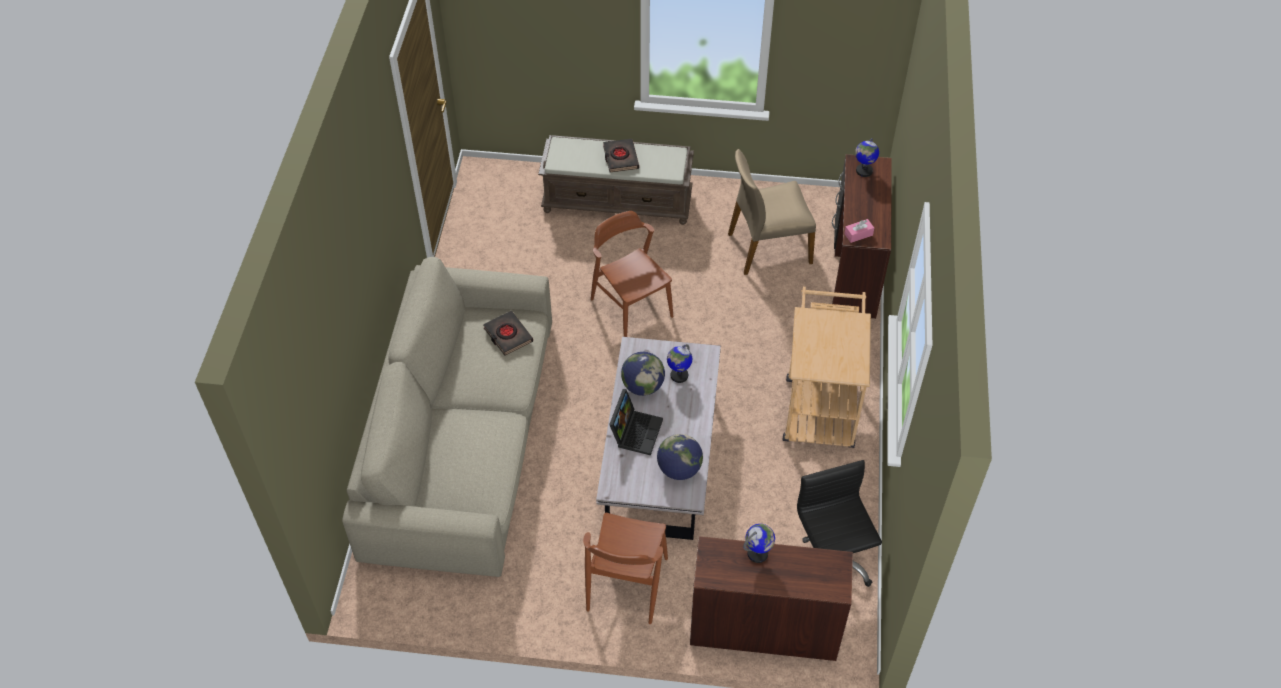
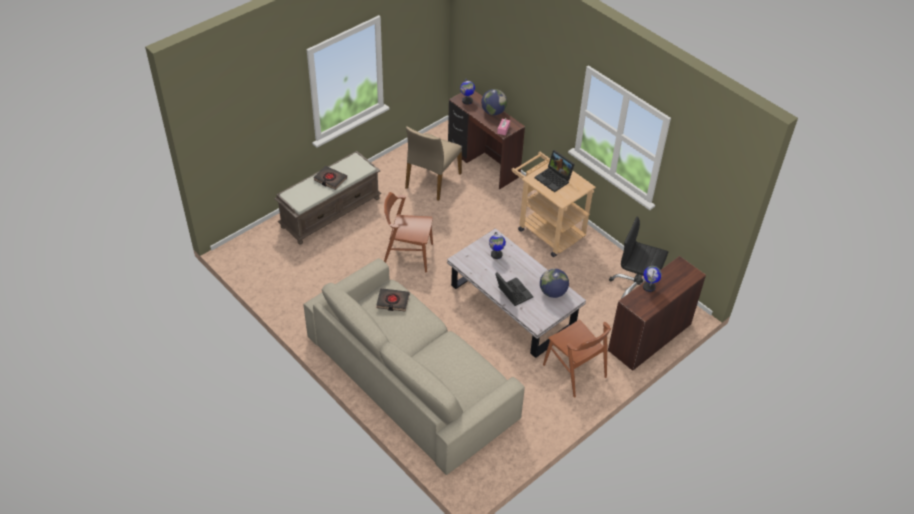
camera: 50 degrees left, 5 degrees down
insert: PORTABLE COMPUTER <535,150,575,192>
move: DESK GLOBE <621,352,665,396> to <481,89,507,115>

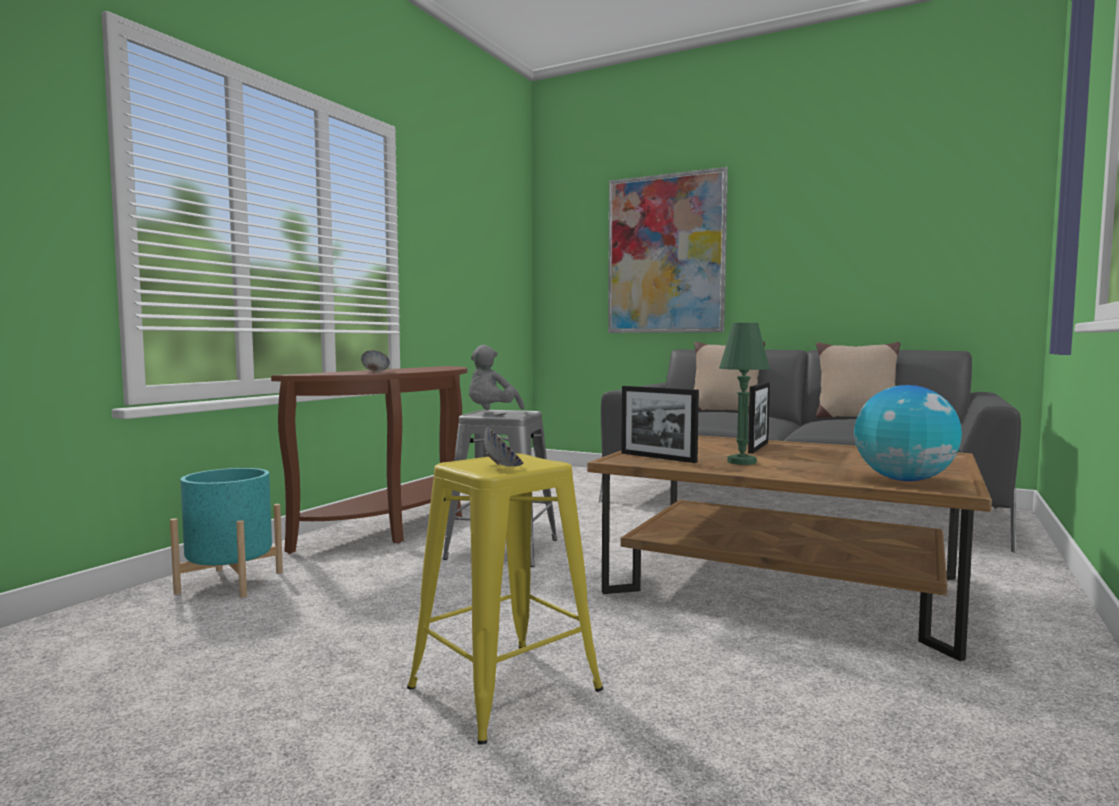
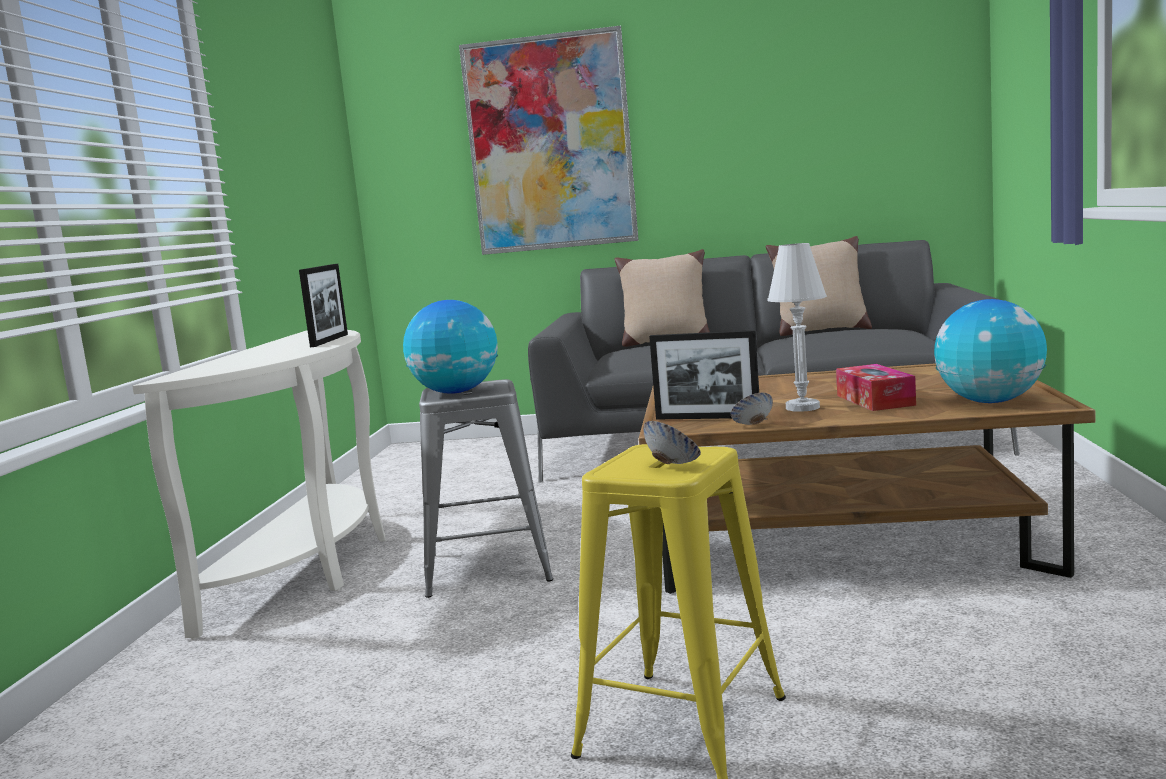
camera: 20 degrees left, 5 degrees up
delete: TURQUOISE-COLOURED PLANTER <170,468,283,598>
insert: TISSUE HOLDER <836,364,916,411>
move: STANDING FRAME <748,382,770,454> to <299,264,348,347>; SERVING BOWL <361,350,390,372> to <731,393,773,425>
replace: GRAY SOFT TOY <469,345,525,410> to DESK GLOBE <403,300,498,394>
recolor: BROWNISH CONSOLE TABLE <271,366,467,554> to WHITISH CONSOLE TABLE <132,330,386,640>; GREENISH LAMP FOR A TABLE <719,323,770,465> to WHITISH LAMP FOR A TABLE <767,243,827,412>

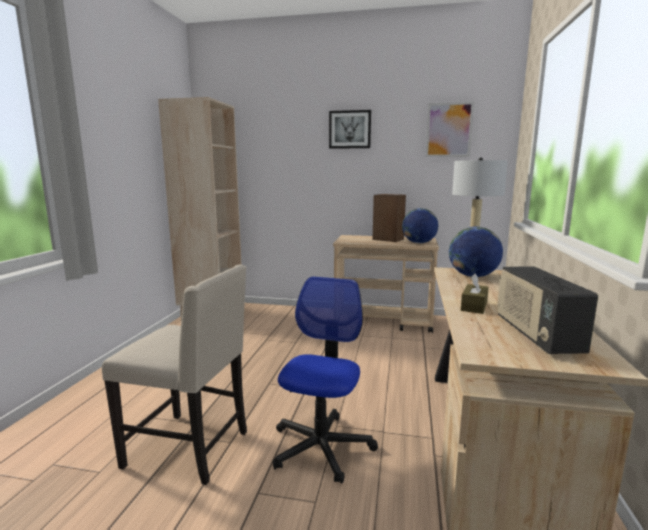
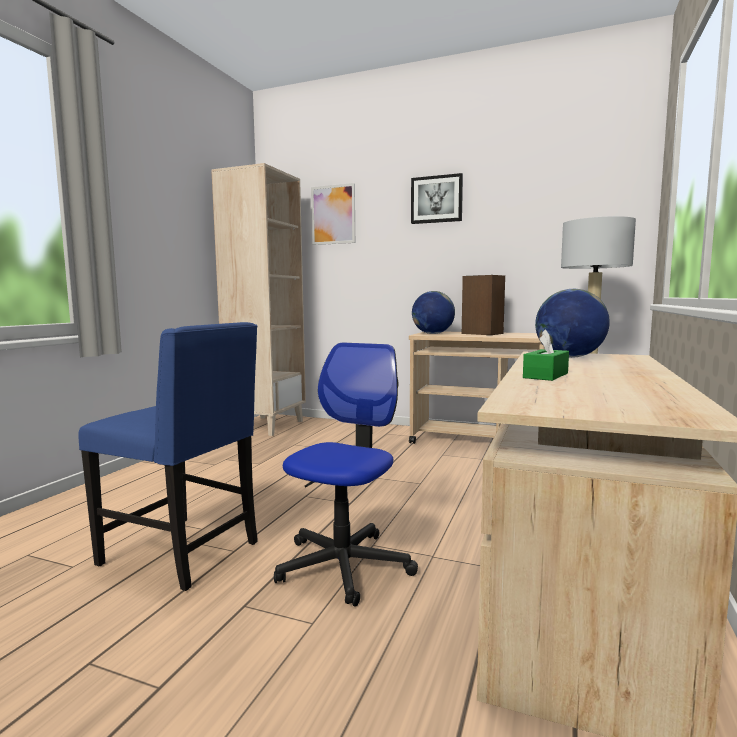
camera: 10 degrees right, 5 degrees down
delete: RADIO SET <497,267,598,354>
move: WALL ART <425,102,474,157> to <311,183,355,245>; DESK GLOBE <402,208,438,244> to <412,291,455,334>
recolor: BEIGE-COLOURED UPRIGHT CHAIR <102,264,247,485> to BLUE UPRIGHT CHAIR <78,322,257,591>; BROWNISH TISSUE HOLDER <461,274,489,314> to GREENISH TISSUE HOLDER <523,330,569,381>

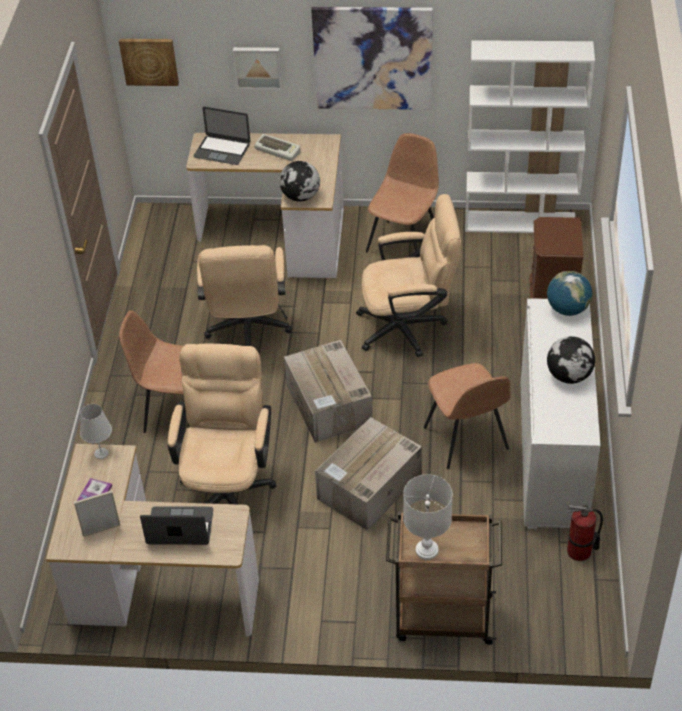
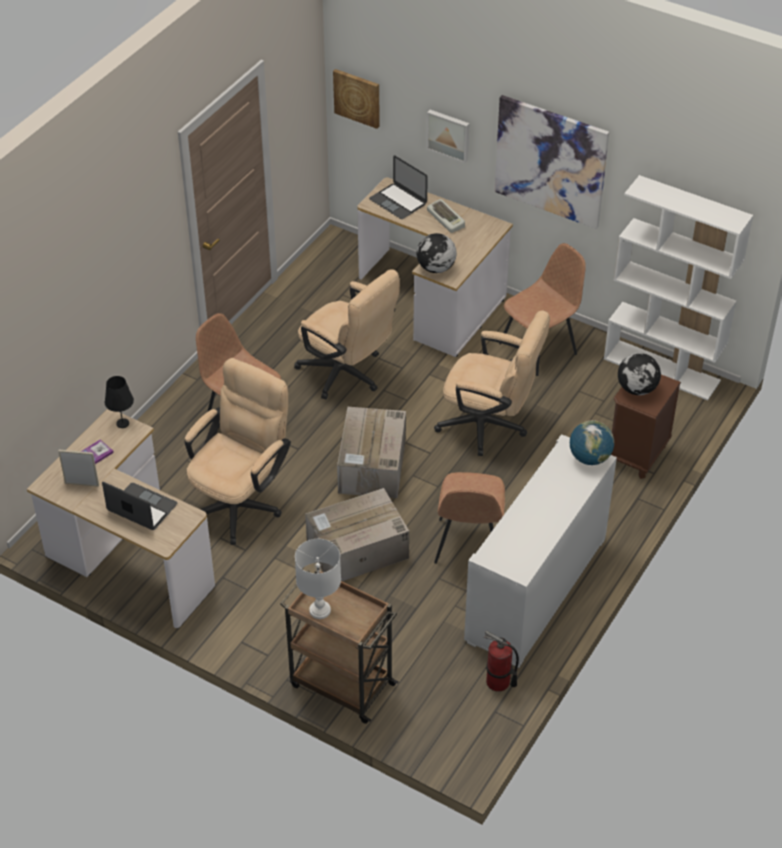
camera: 25 degrees right, 0 degrees up
move: DESK GLOBE <547,336,595,384> to <618,353,661,395>
recolor: WHITISH LAMP FOR A TABLE <80,404,112,459> to BLACK-COLOURED LAMP FOR A TABLE <105,376,134,428>
rotate: BEIGE-COLOURED COMPUTER CHAIR <197,245,292,346> = <294,269,400,399> 75 degrees counterclockwise

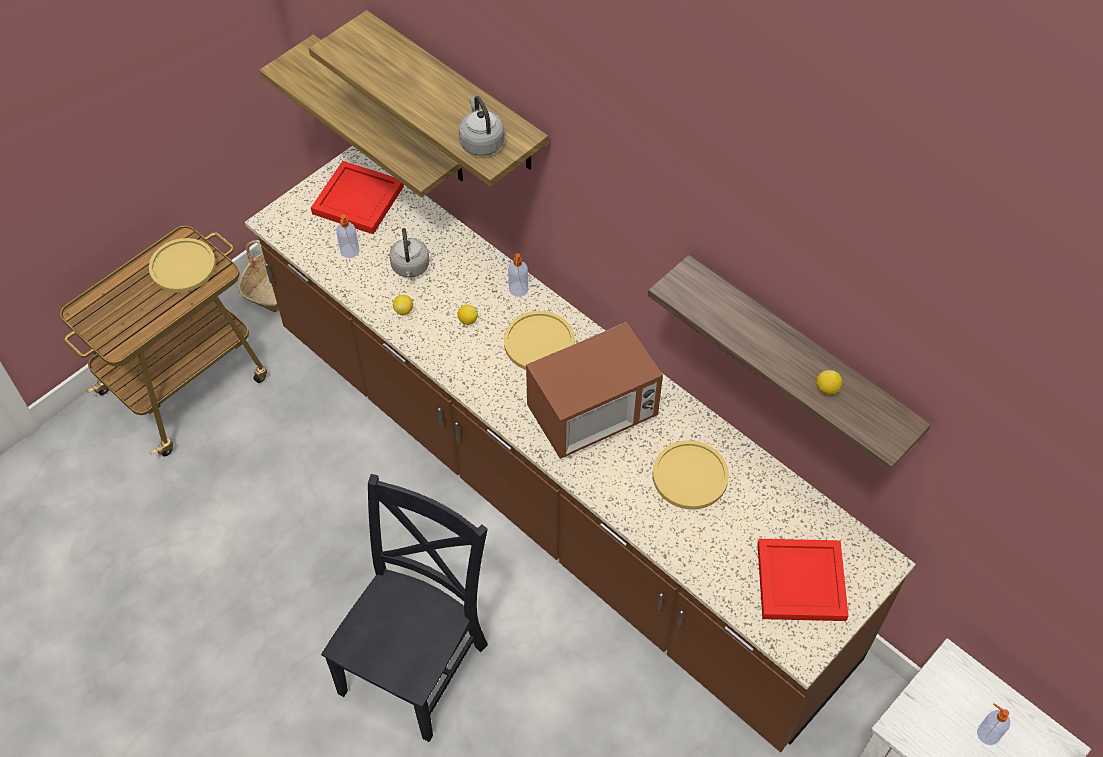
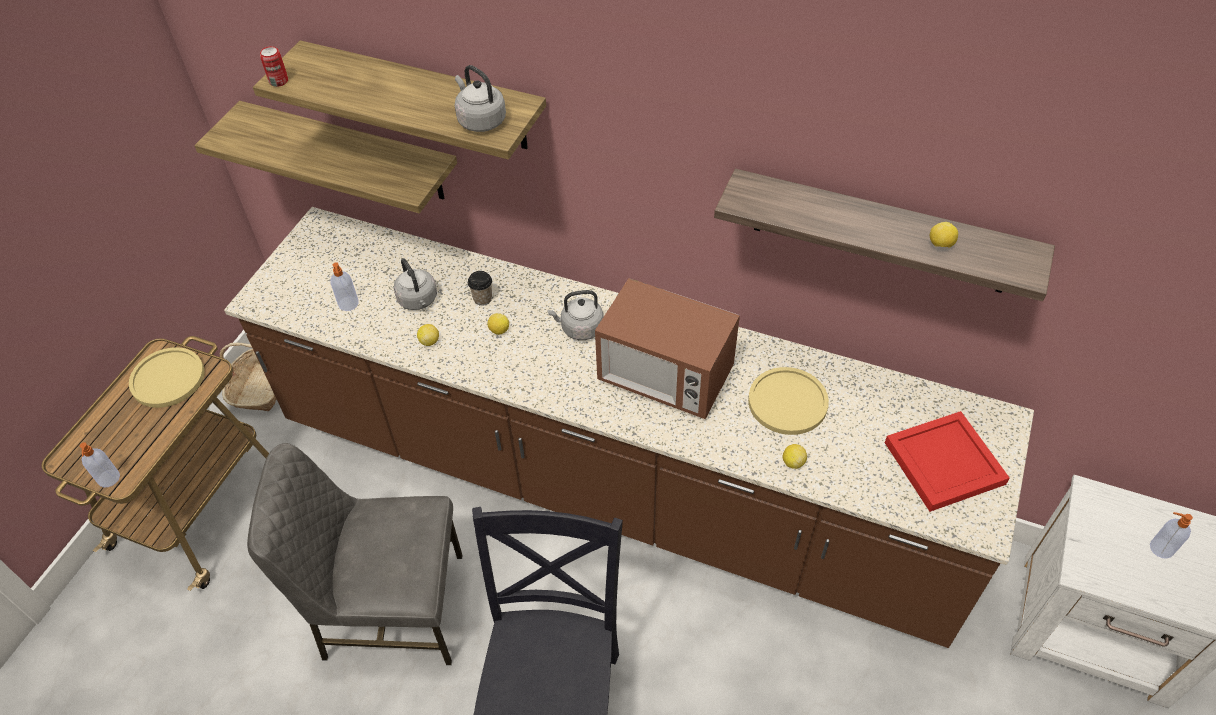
camera: 20 degrees left, 5 degrees down
delete: RED TRAY <311,161,404,234>
insert: GRAY UPRIGHT CHAIR <247,443,462,665>; SEALED CAN <260,46,288,87>; SMALL CUP <468,271,492,306>; LEMON <783,444,807,469>
move: LIQUID SOAP BOTTLE <508,253,528,297> to <80,442,120,488>
replace: YELLOWISH DINNER PLATE <504,311,575,370> to GRAY WATER KETTLE <547,290,604,340>
rotate: KITCHEN MICROWAVE <526,322,663,459> = <595,278,740,419> 75 degrees clockwise

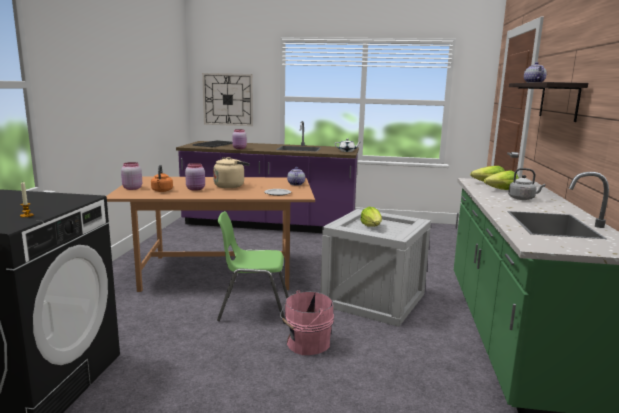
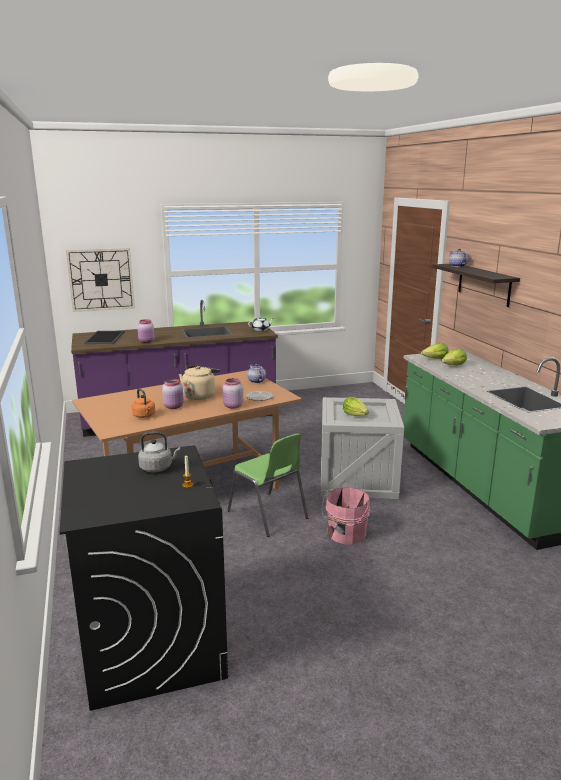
camera: 25 degrees left, 5 degrees up
move: GRAY WATER KETTLE <508,168,546,200> to <138,432,180,472>; PINK-COLOURED JAR <121,162,142,190> to <223,378,243,409>
rotate: GREENISH UPRIGHT CHAIR <217,211,289,324> = <227,433,308,537> 105 degrees counterclockwise

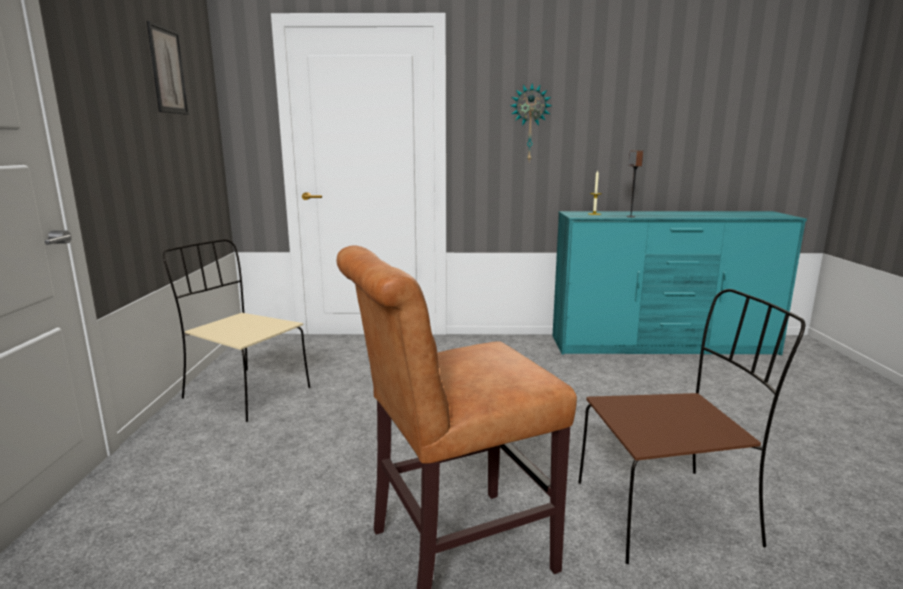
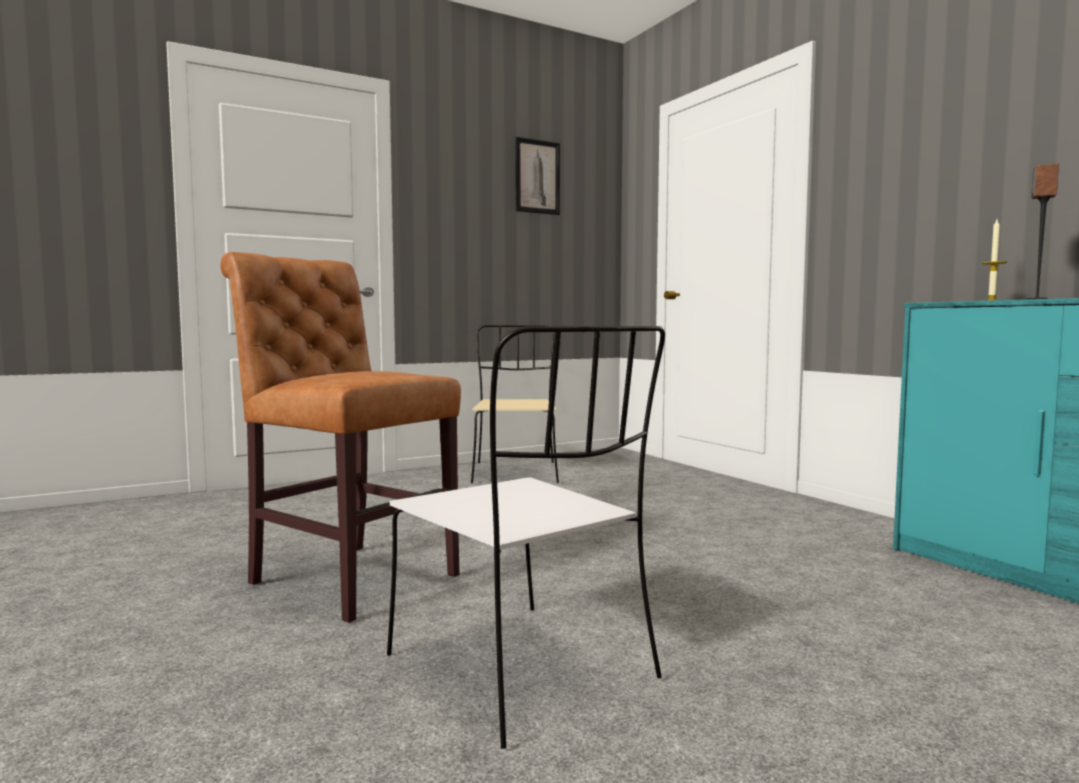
camera: 60 degrees right, 10 degrees down
delete: HANGING CLOCK <510,83,552,161>
recolor: BROWNISH UPRIGHT CHAIR <578,289,805,564> to WHITISH UPRIGHT CHAIR <387,326,665,749>

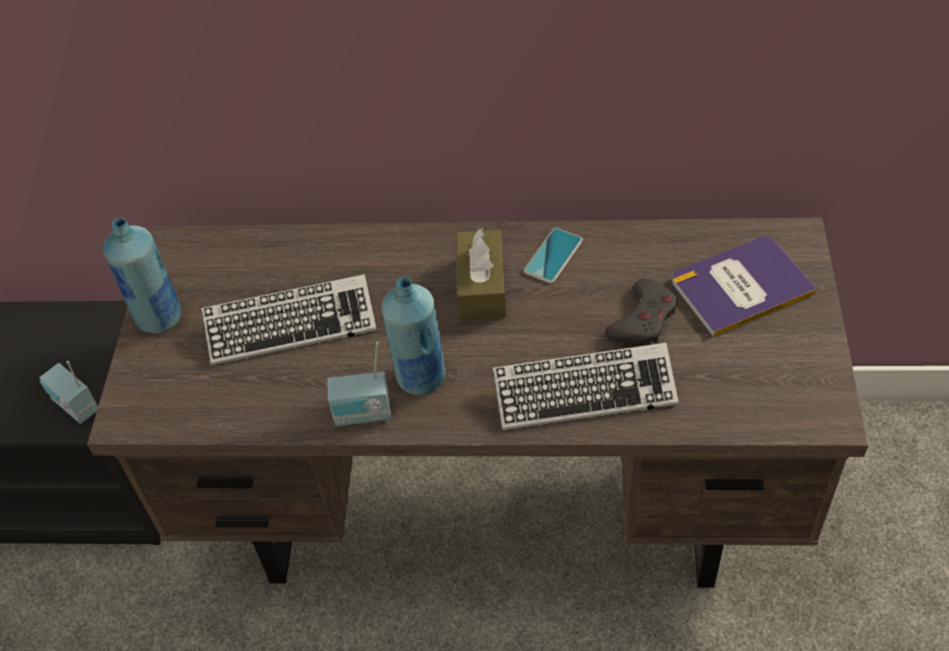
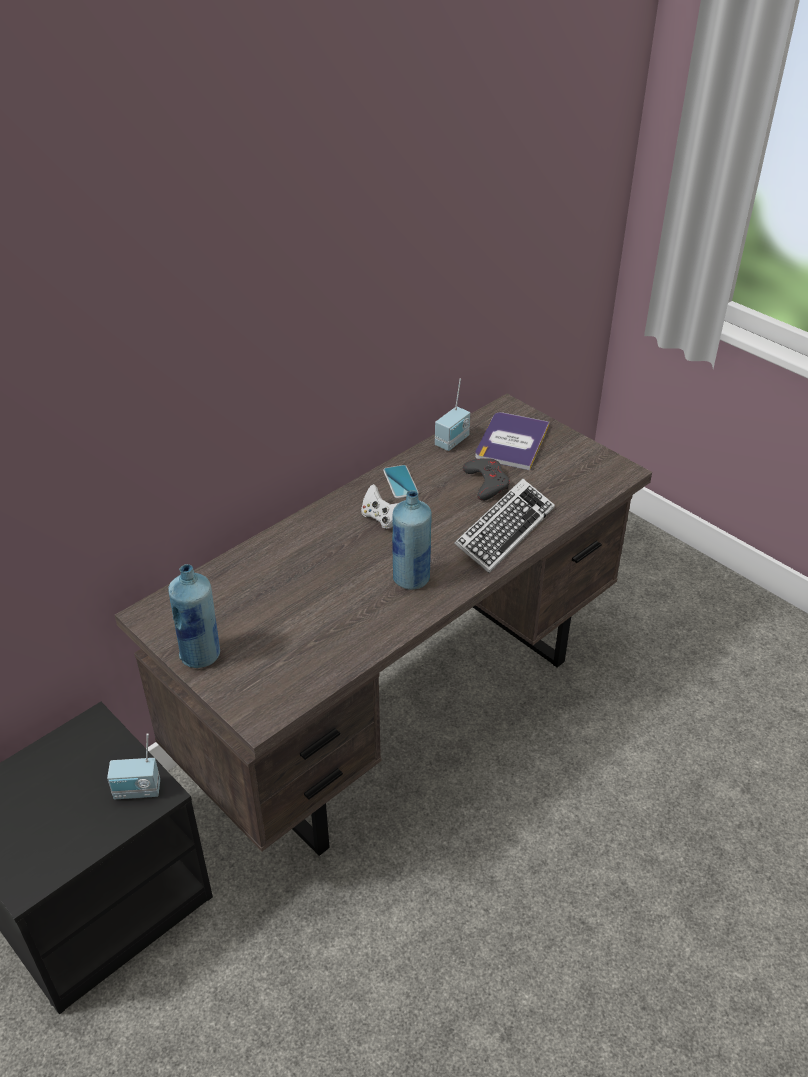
camera: 50 degrees left, 10 degrees down
delete: COMPUTER KEYBOARD <201,274,377,366>
move: RADIO SET <327,341,391,426> to <435,378,470,451>
replace: BROWNISH TISSUE HOLDER <456,228,506,320> to WHITISH GAME CONTROLLER <361,484,398,529>

